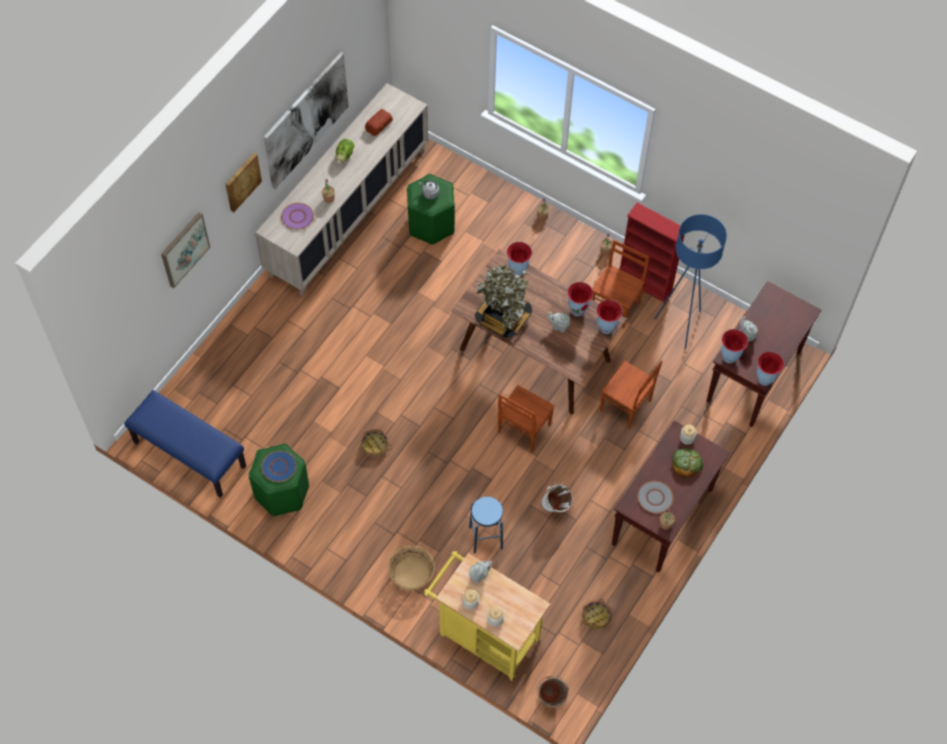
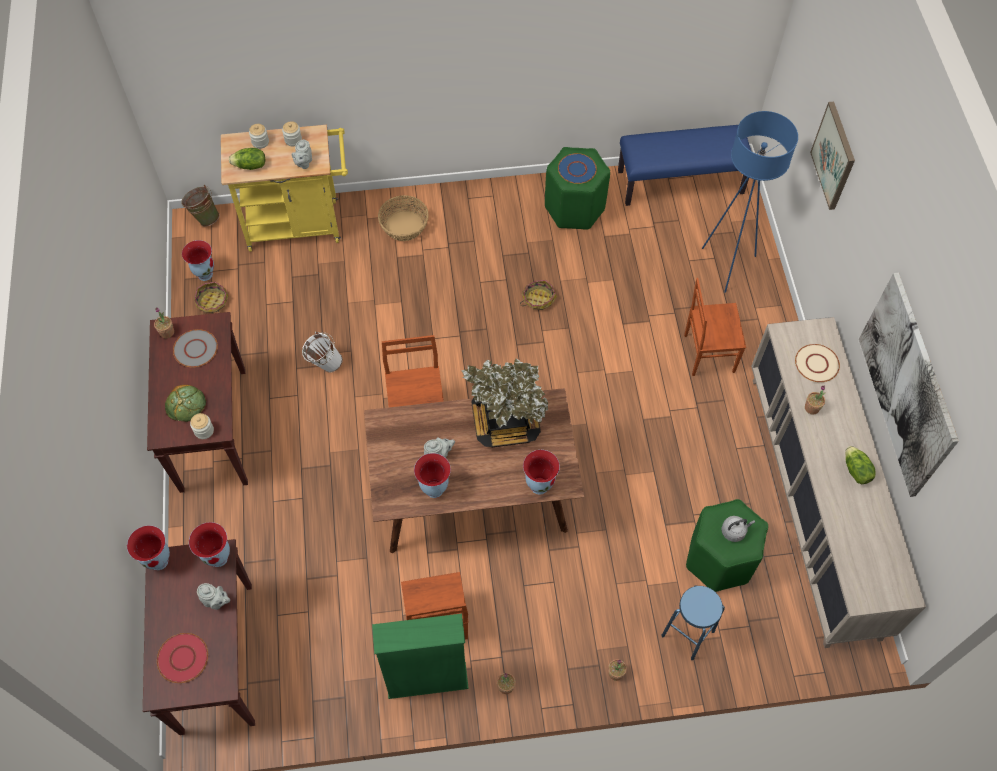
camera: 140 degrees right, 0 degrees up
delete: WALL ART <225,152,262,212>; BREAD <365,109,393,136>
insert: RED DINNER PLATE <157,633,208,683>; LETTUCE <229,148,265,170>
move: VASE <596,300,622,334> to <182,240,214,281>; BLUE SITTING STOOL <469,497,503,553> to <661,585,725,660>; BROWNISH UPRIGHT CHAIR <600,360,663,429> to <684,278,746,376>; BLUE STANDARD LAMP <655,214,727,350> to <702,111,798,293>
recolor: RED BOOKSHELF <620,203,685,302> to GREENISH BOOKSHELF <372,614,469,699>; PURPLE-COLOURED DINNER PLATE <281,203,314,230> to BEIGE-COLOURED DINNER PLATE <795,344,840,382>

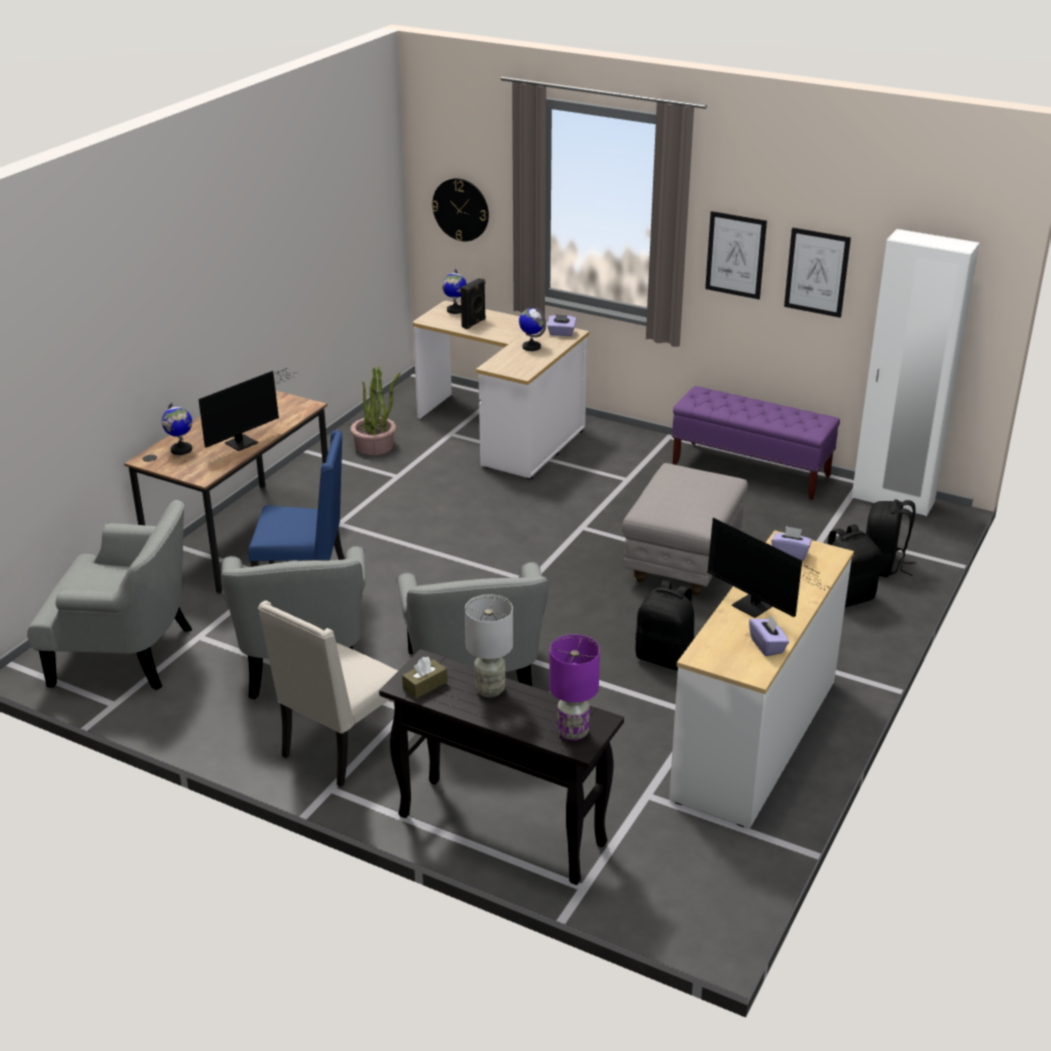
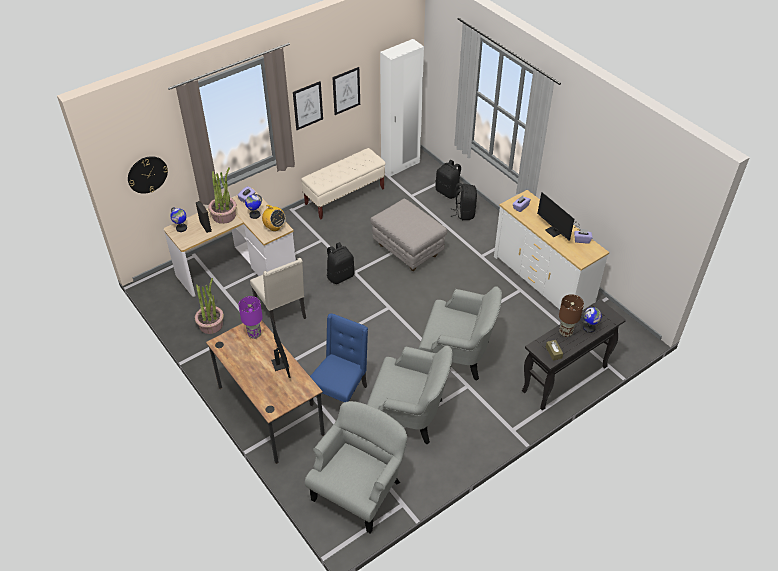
camera: 65 degrees left, 15 degrees up
insert: PLANT IN A POT <208,167,237,224>; RADIO SET <262,205,286,231>
move: PURPLE-COLOURED LAMP FOR A TABLE <549,635,600,741> to <238,296,263,339>; BEIGE-COLOURED UPRIGHT CHAIR <258,600,398,787> to <250,258,306,328>; BLACK-COLOURED BACKPACK <635,580,694,670> to <327,242,354,284>; DESK GLOBE <162,402,192,455> to <581,307,602,333>
recolor: PURPLE-COLOURED BENCH <672,386,840,500> to BEIGE-COLOURED BENCH <301,148,385,220>; GRAY LAMP FOR A TABLE <465,595,513,698> to BROWNISH LAMP FOR A TABLE <559,294,584,337>
rotate: COMPUTER DISPLAY <707,517,830,618> = <537,192,581,240> 75 degrees clockwise

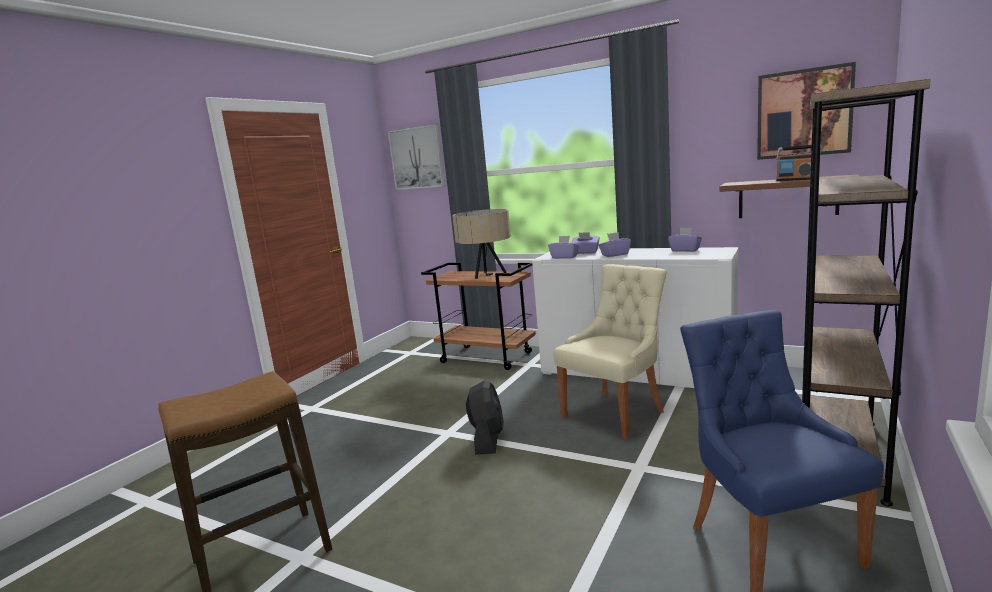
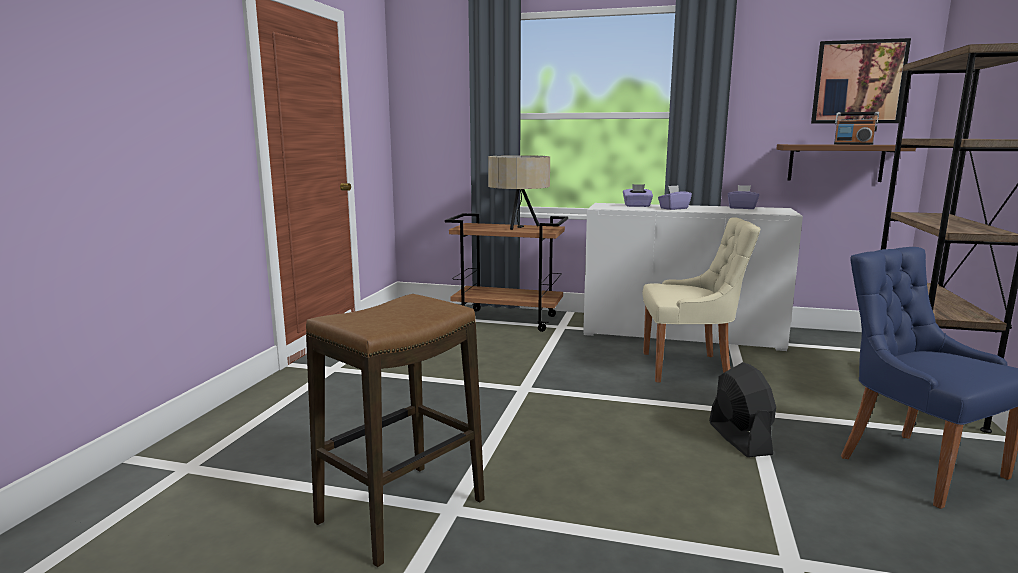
camera: 15 degrees left, 0 degrees up
delete: WALL ART <388,125,445,190>; PURPLE-COLOURED TISSUE HOLDER <548,236,579,259>
move: BLACK-COLOURED ELECTRIC FAN <466,380,504,454> to <709,362,776,457>
rotate: BEIGE-COLOURED UPRIGHT CHAIR <554,264,667,440> = <643,217,761,382> 60 degrees clockwise

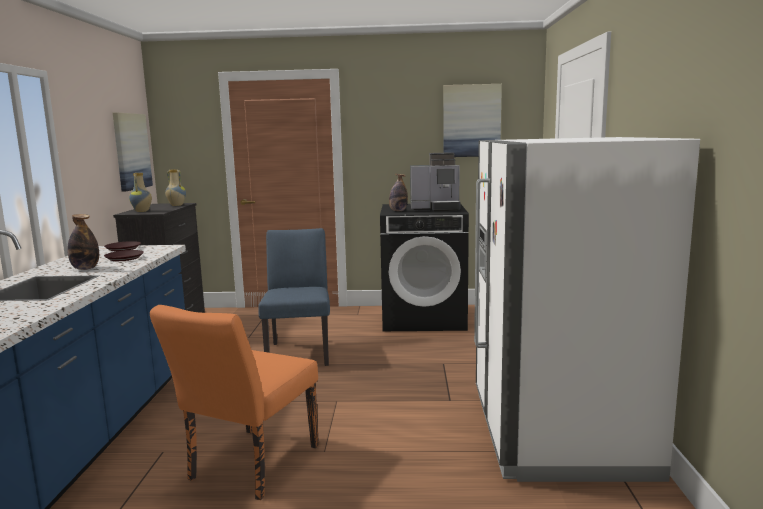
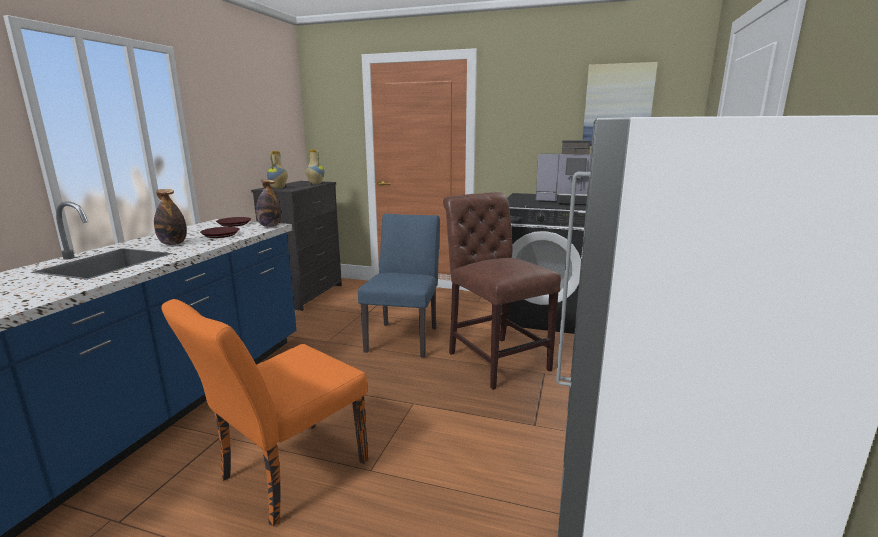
camera: 15 degrees right, 5 degrees up
delete: WALL ART <113,112,153,191>
insert: BROWNISH UPRIGHT CHAIR <443,192,561,390>
move: BOTTLE <389,174,408,211> to <256,180,281,227>

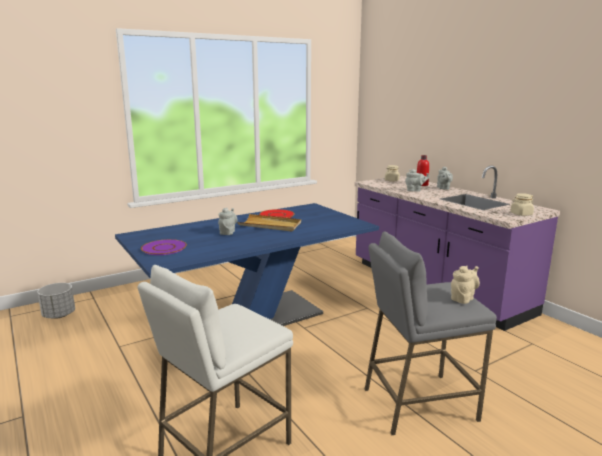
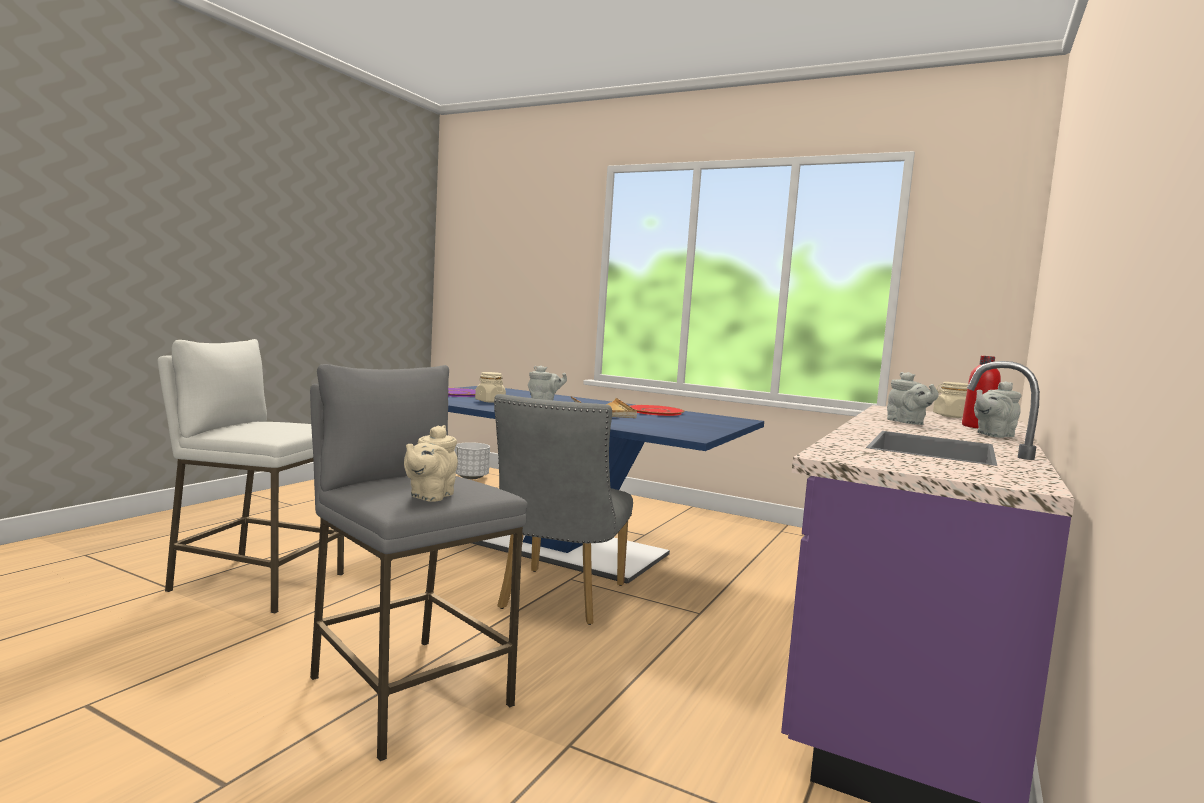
camera: 60 degrees right, 10 degrees down
insert: GRAY UPRIGHT CHAIR <494,394,633,625>
move: BEIGE-COLOURED JAR <510,193,534,216> to <475,372,506,403>
rotate: BEIGE-COLOURED TEAPOT <451,266,480,304> = <404,425,458,501> 90 degrees clockwise

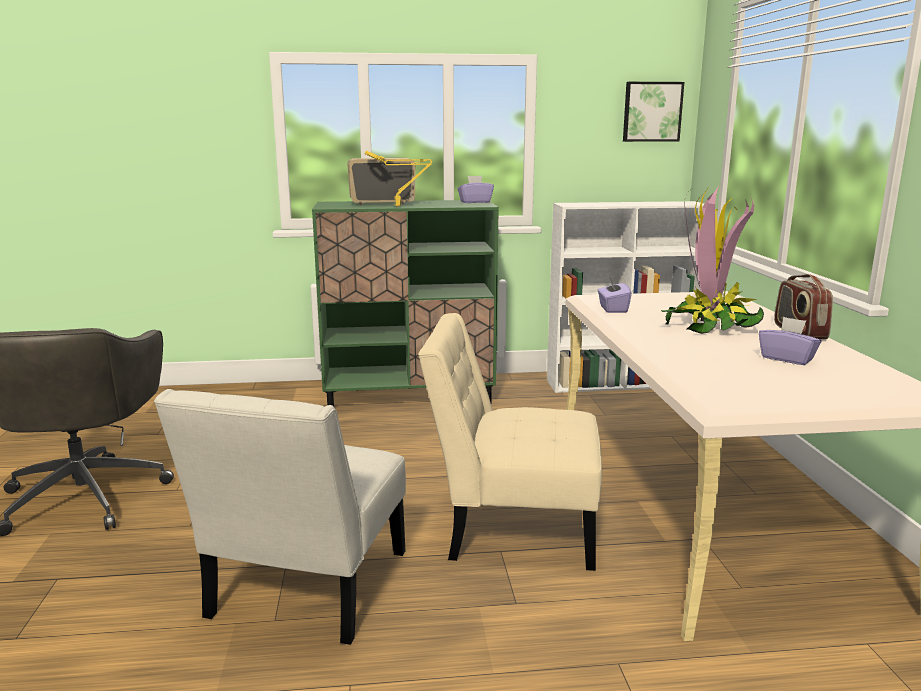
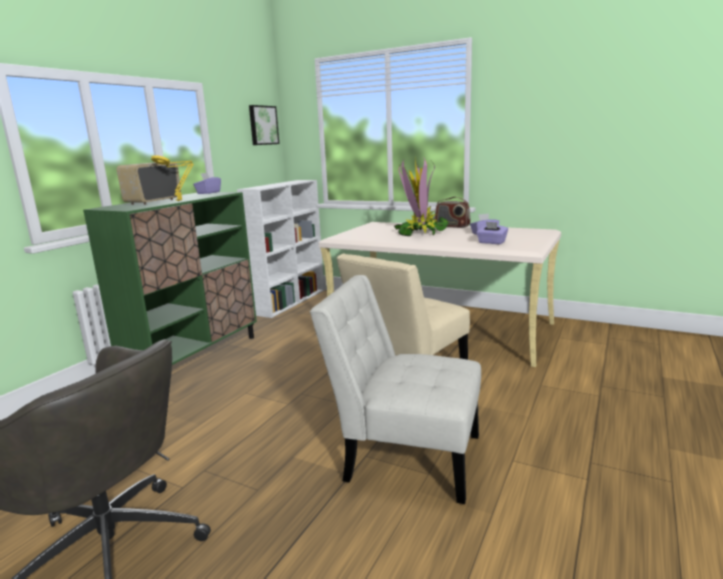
camera: 55 degrees left, 0 degrees up
move: PURPLE-COLOURED TISSUE HOLDER <598,276,632,313> to <476,222,508,244>
rotate: WHITISH UPRIGHT CHAIR <154,389,406,645> = <310,275,481,504> 150 degrees clockwise

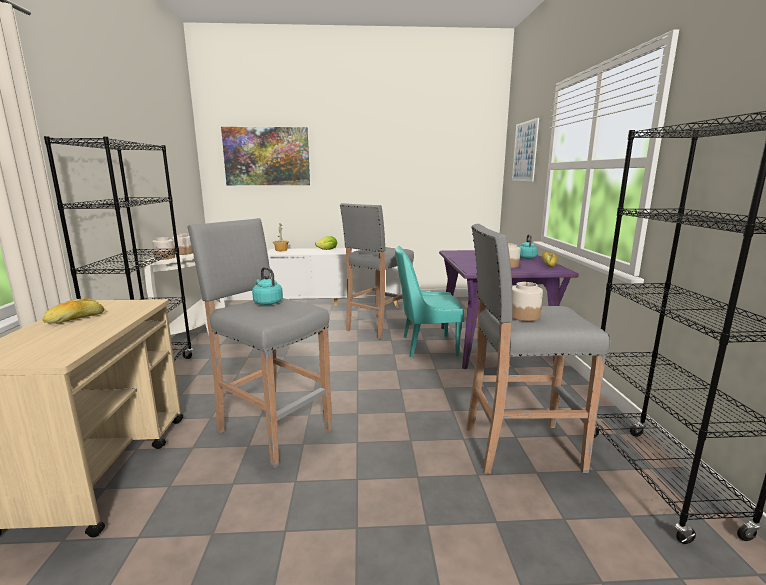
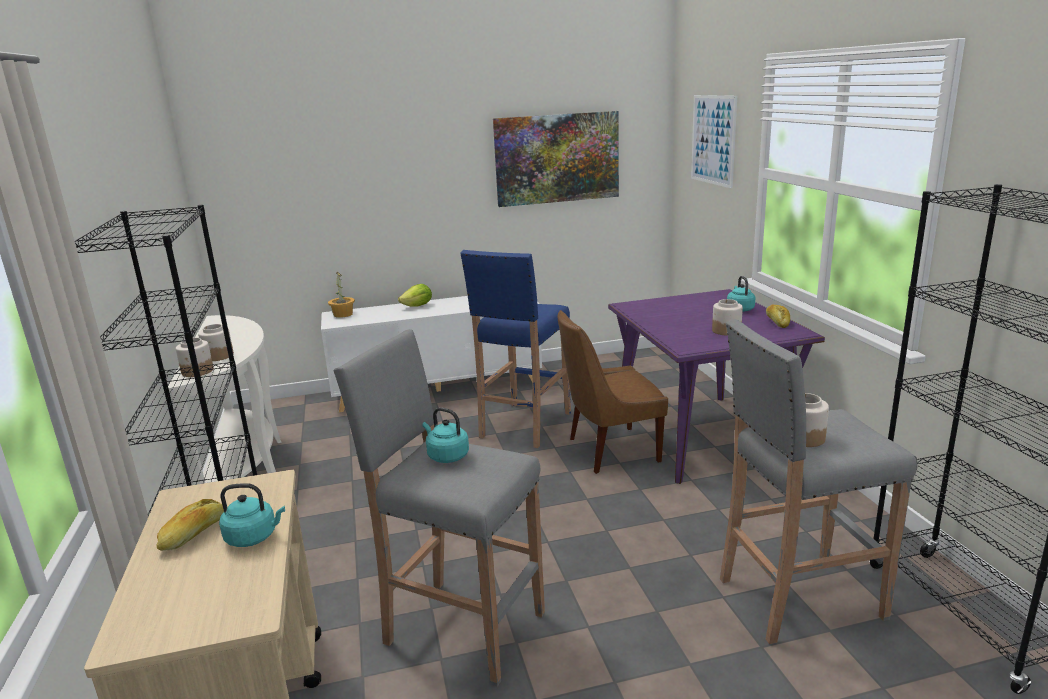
camera: 10 degrees left, 5 degrees up
insert: TURQUOISE-COLOURED WATER KETTLE <219,483,285,547>
move: WALL ART <221,127,310,185> to <493,111,619,207>
recolor: GRAY SITTING STOOL <340,203,414,340> to BLUE SITTING STOOL <460,250,571,448>; TURQUOISE-COLOURED UPRIGHT CHAIR <395,246,464,357> to BROWNISH UPRIGHT CHAIR <558,310,668,474>

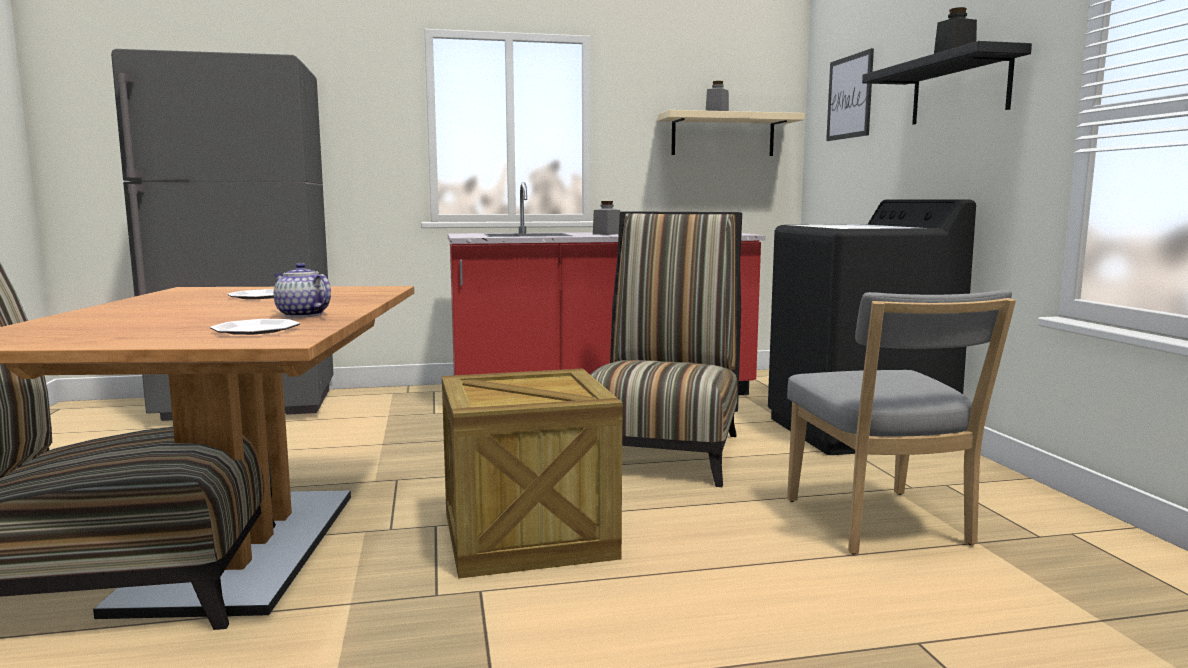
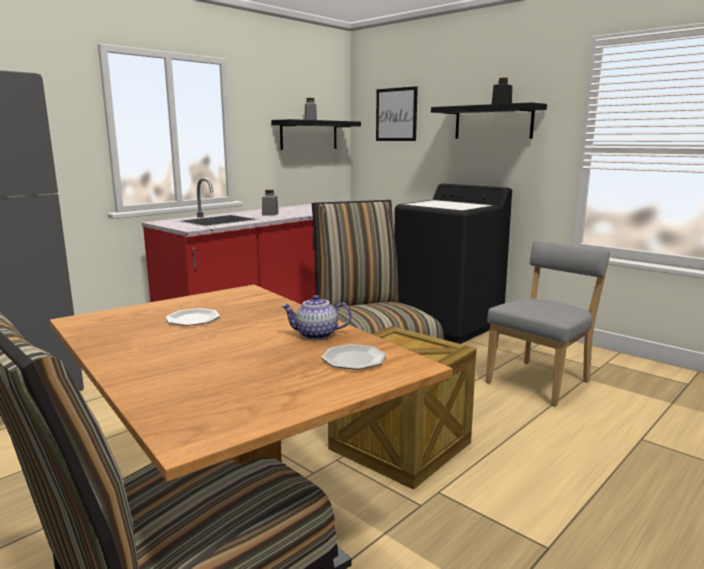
camera: 35 degrees left, 5 degrees up
recolor: BEIGE-COLOURED WALL SHELF <658,110,805,156> to BLACK-COLOURED WALL SHELF <271,119,361,150>
rotate: GRAY UPRIGHT CHAIR <787,290,1016,555> = <486,240,610,406> 90 degrees counterclockwise

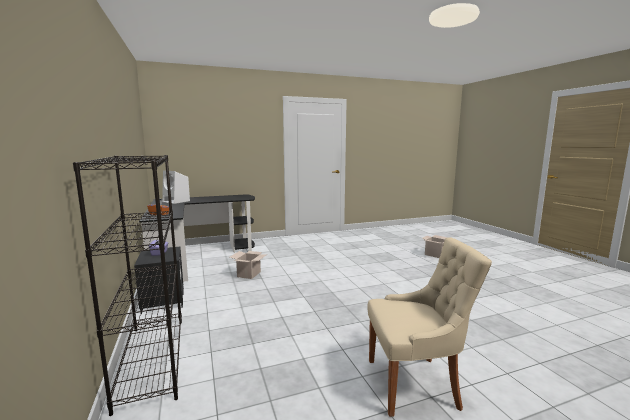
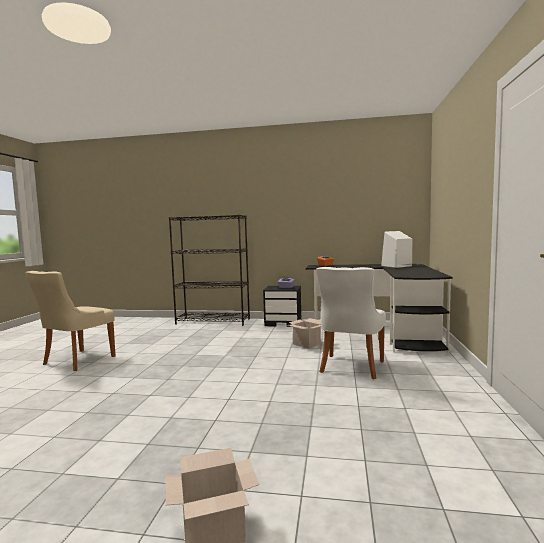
camera: 120 degrees right, 5 degrees down
insert: WHITISH UPRIGHT CHAIR <316,267,386,379>

